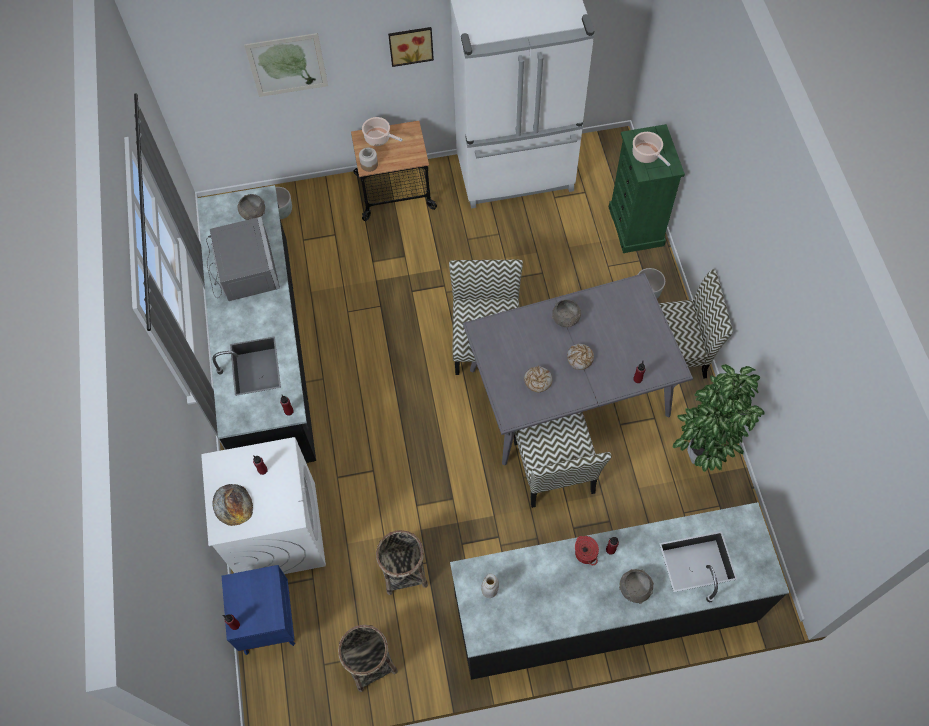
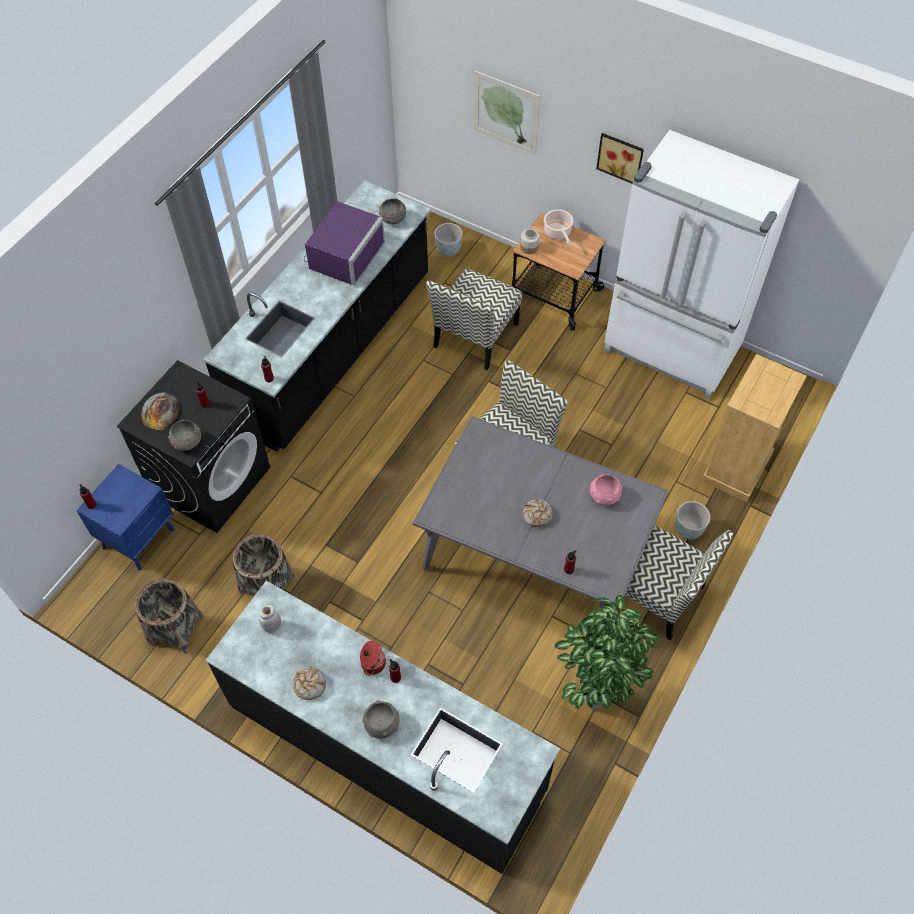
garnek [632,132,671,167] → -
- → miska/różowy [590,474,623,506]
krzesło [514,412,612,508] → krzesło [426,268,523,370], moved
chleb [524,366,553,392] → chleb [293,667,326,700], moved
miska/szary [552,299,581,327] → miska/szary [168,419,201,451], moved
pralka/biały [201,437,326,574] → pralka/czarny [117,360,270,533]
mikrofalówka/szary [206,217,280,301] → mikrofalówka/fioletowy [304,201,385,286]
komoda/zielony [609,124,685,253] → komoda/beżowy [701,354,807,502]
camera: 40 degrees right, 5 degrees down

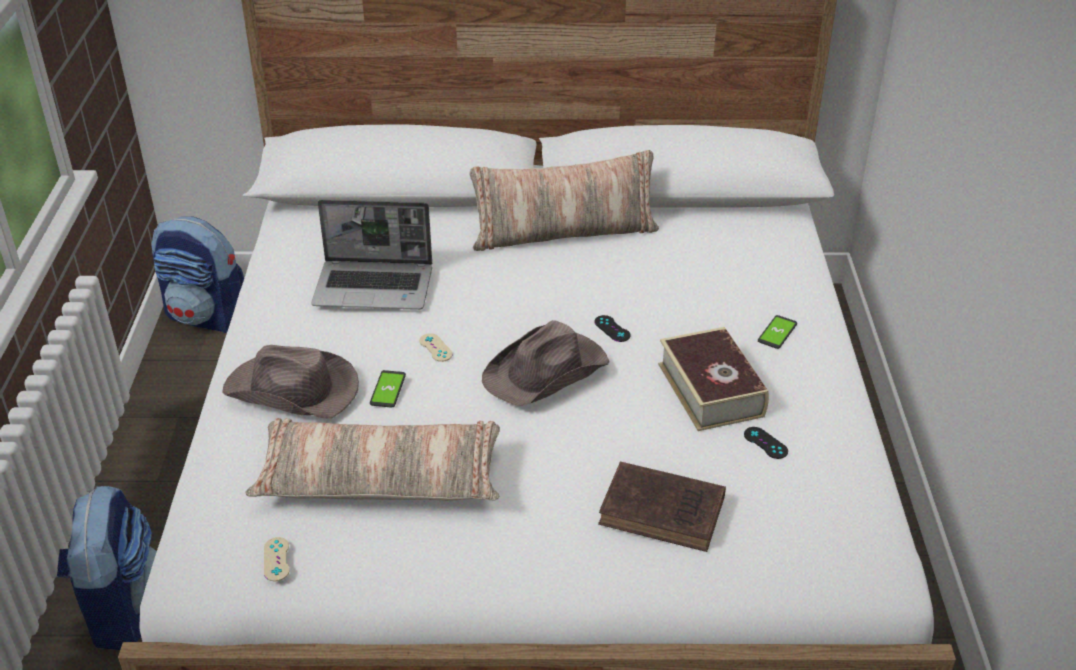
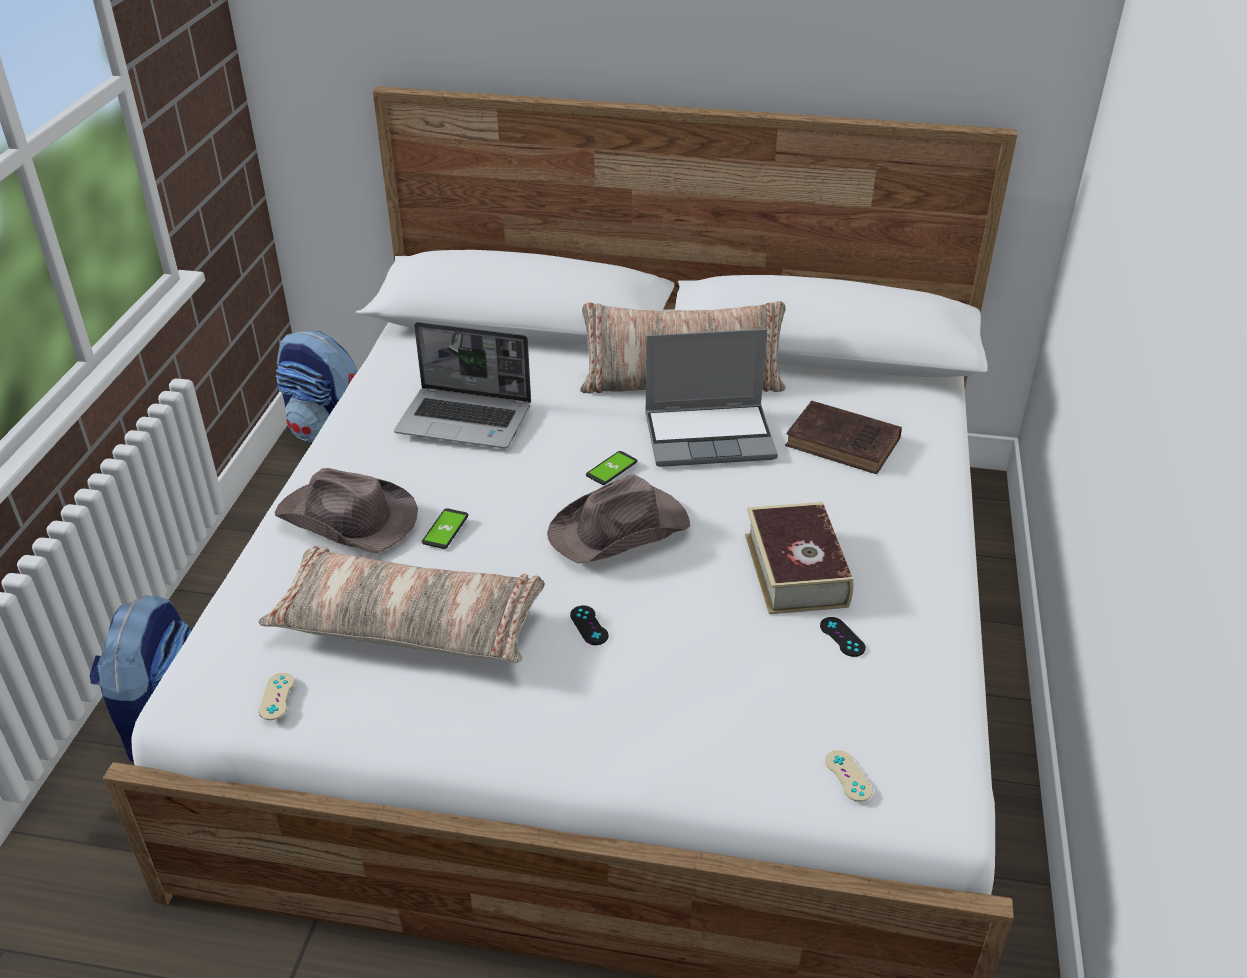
- → laptop [645,329,778,467]
pad do gier/beżowy [419,333,453,362] → pad do gier/beżowy [825,750,873,802], moved
pad do gier/czarny [594,315,631,342] → pad do gier/czarny [570,605,609,645], moved
książka/brązowy [598,462,726,552] → książka/brązowy [785,400,902,474], moved
telefon [758,315,797,349] → telefon [586,451,638,485], moved
camera: 10 degrees right, 0 degrees up

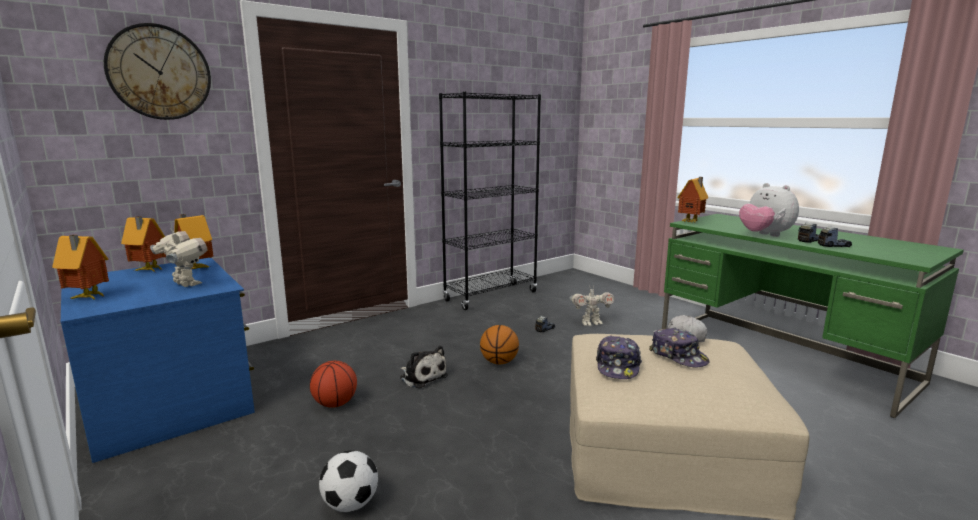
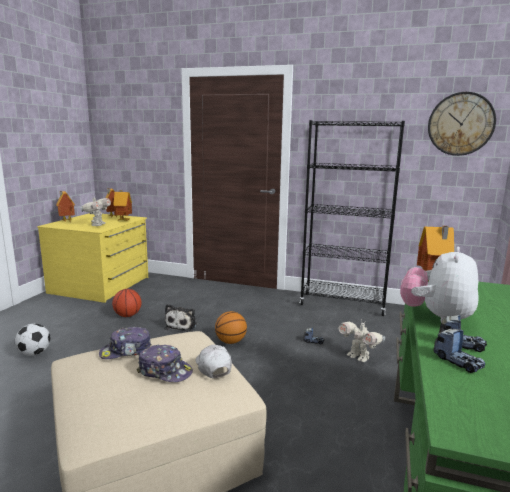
zegar ścienny [104,23,211,120] → zegar ścienny [428,92,496,156], moved
komoda/niebieski [61,258,255,463] → komoda/żółty [37,213,148,303]
czapka z daszkiem [649,328,710,368] → czapka z daszkiem [137,344,193,382], 90 degrees counterclockwise
camera: 55 degrees right, 0 degrees up

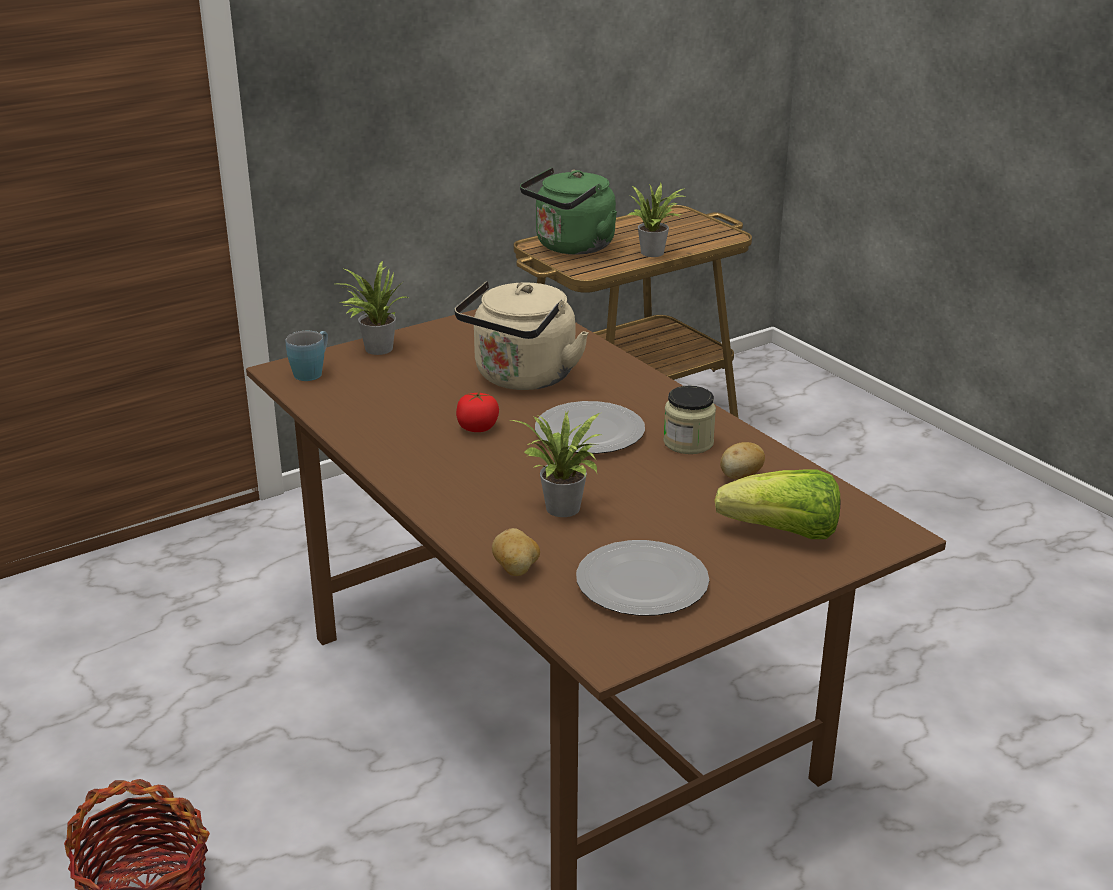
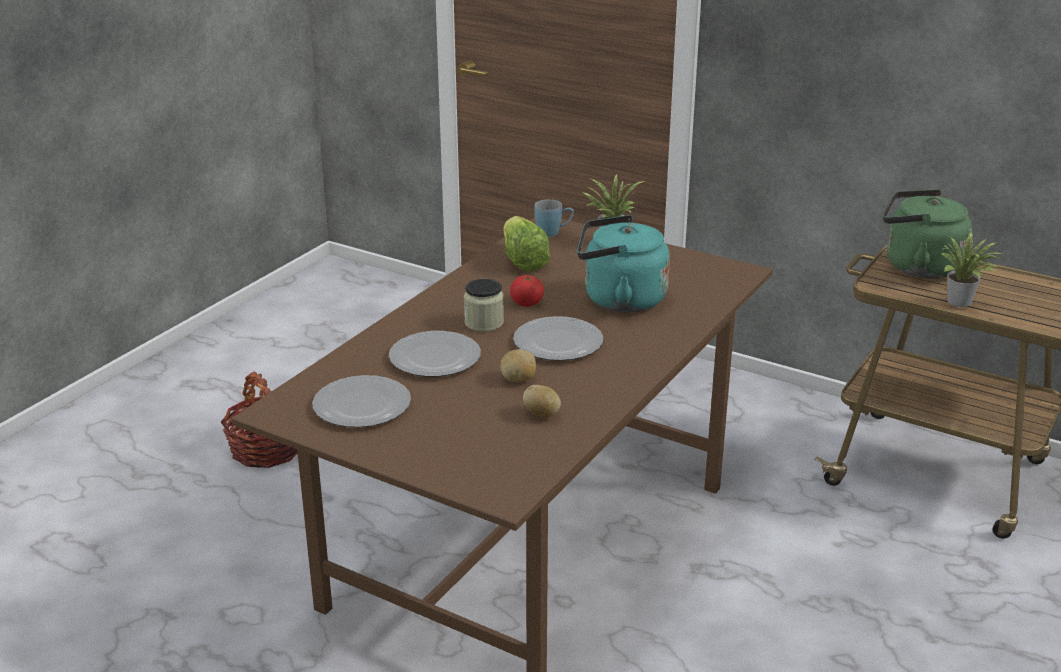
ziemniak [492,528,540,576] → ziemniak [500,349,536,382], moved
słoik [663,386,716,454] → słoik [464,279,504,332], moved
sałata [715,469,840,539] → sałata [504,216,550,271], moved
roślina doniczkowa [511,411,601,517] → talerz [389,331,481,377]
czajnik/beżowy [454,281,589,390] → czajnik/turkusowy [577,215,670,312]
camera: 65 degrees right, 0 degrees up

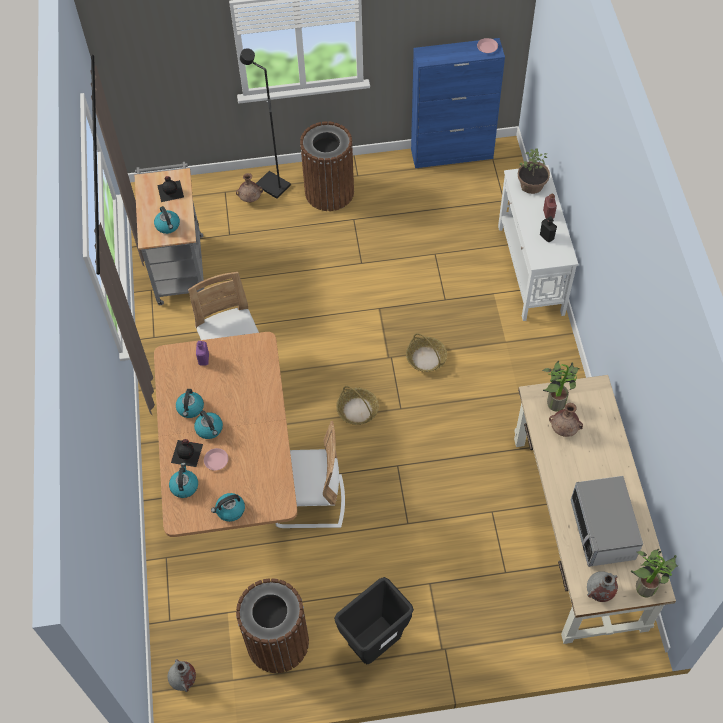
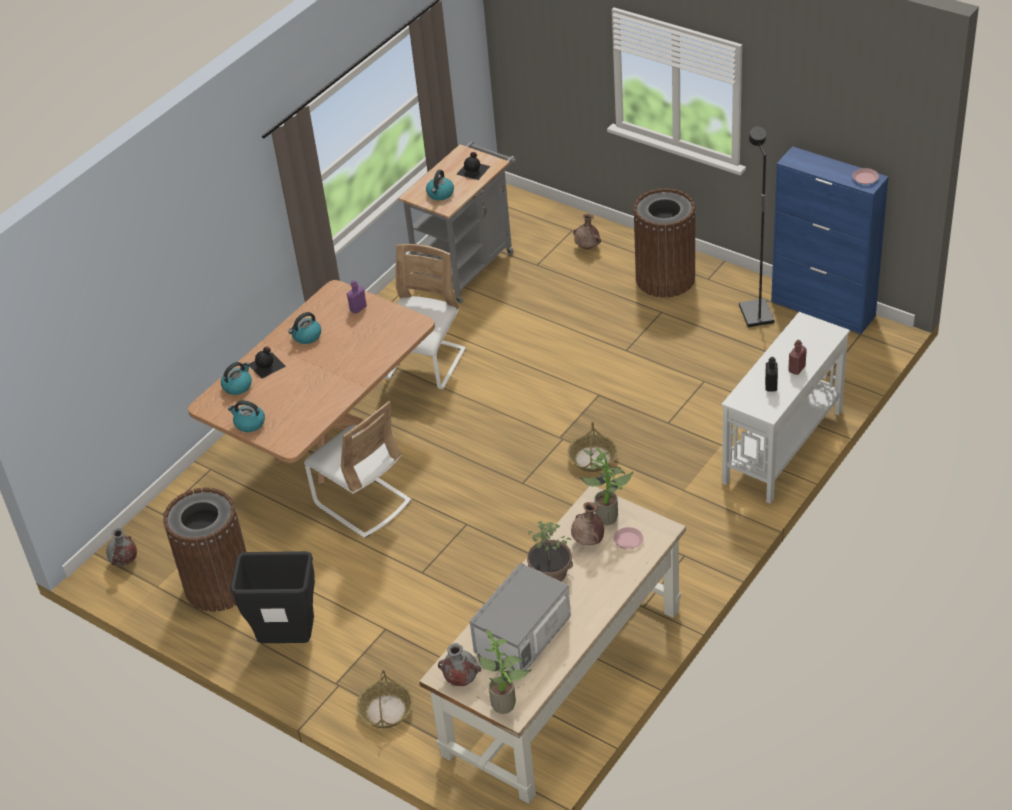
czajnik [194,410,223,439] → -
talerz/różowy [204,448,228,470] → talerz/różowy [613,527,643,549], moved
lampa stojąca/czarny [240,48,291,199] → lampa stojąca/czarny [739,127,774,328], moved
koszyk [336,386,379,425] → koszyk [356,670,413,728], moved
roślina doniczkowa [518,149,550,194] → roślina doniczkowa [527,521,573,582], moved
camera: 45 degrees right, 15 degrees down

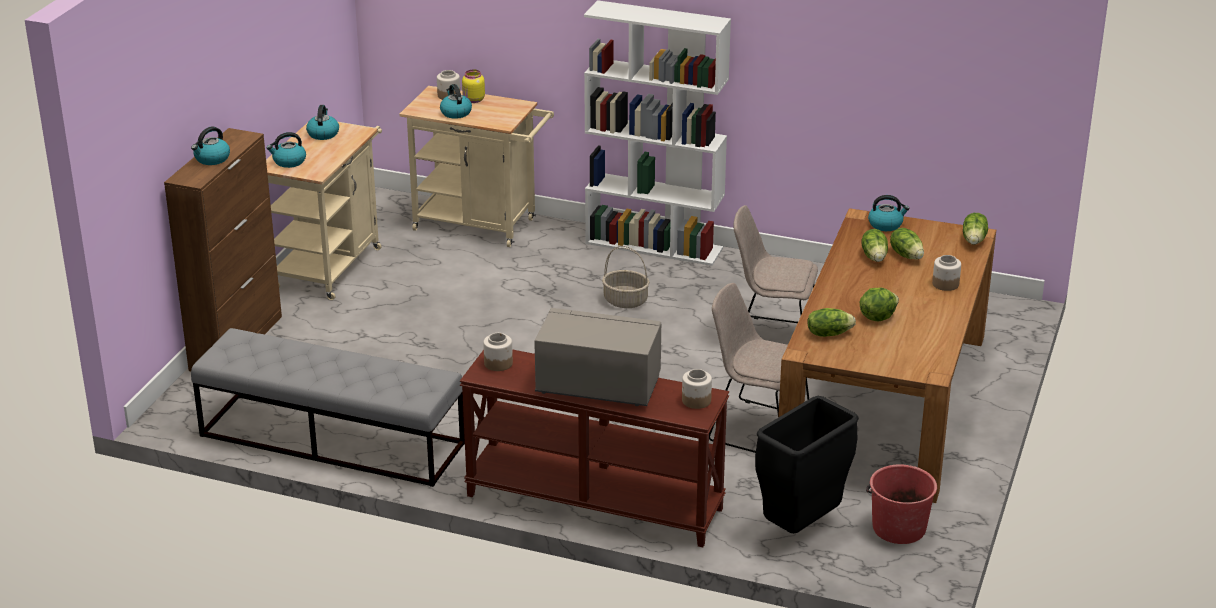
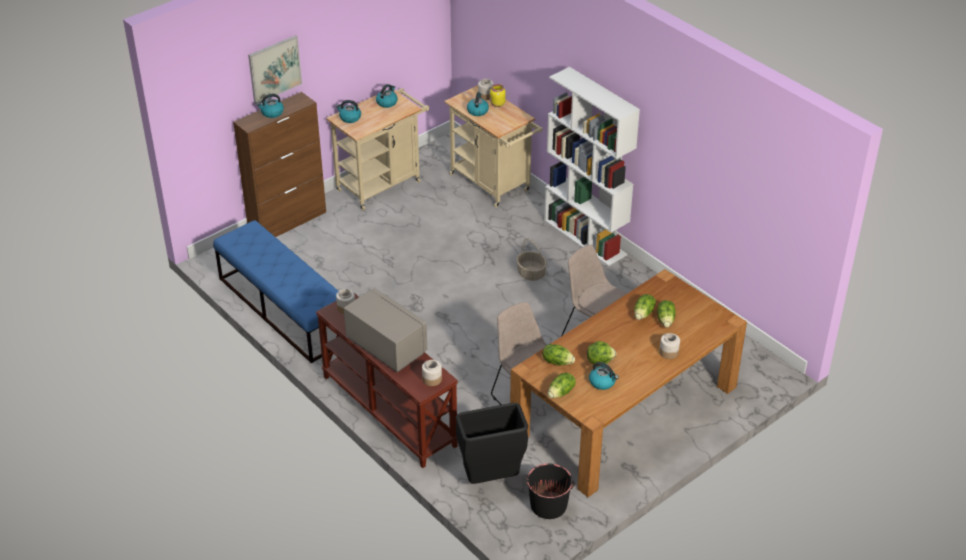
- → obraz [248,35,302,104]
czajnik [868,195,909,231] → czajnik [589,362,619,390], moved
sałata [963,213,988,245] → sałata [548,373,576,398], moved
ławka/szary [191,328,465,487] → ławka/niebieski [213,220,338,363]
wiadro/czerwony [866,464,937,544] → wiadro/czarny [526,463,575,519]
camera: 30 degrees right, 10 degrees up

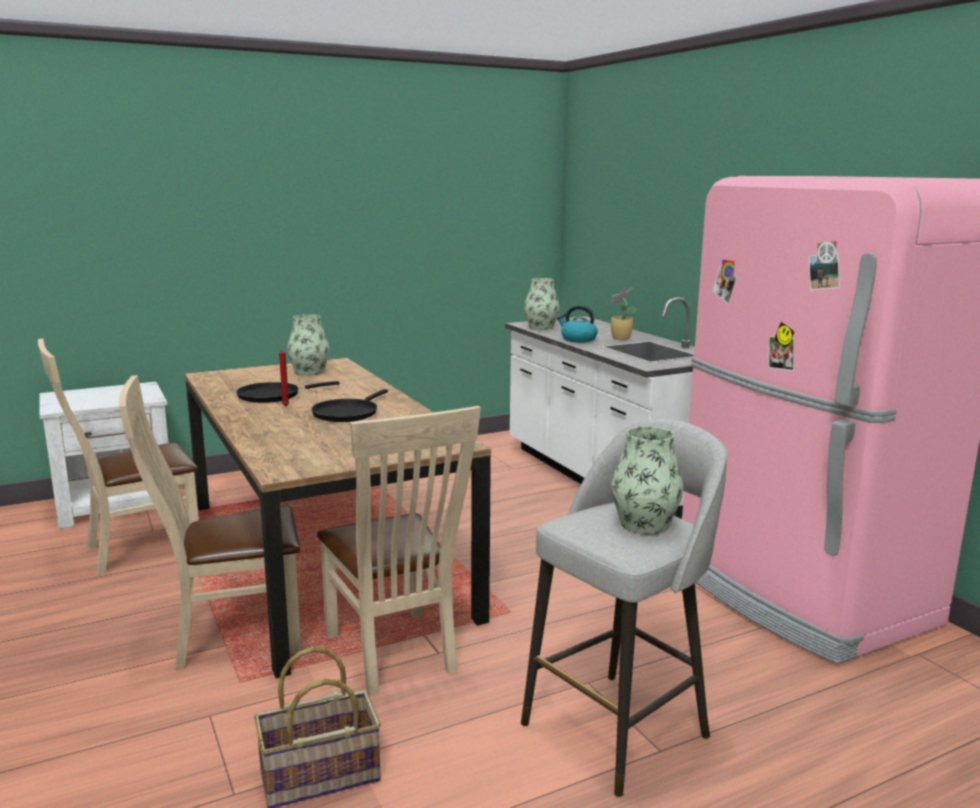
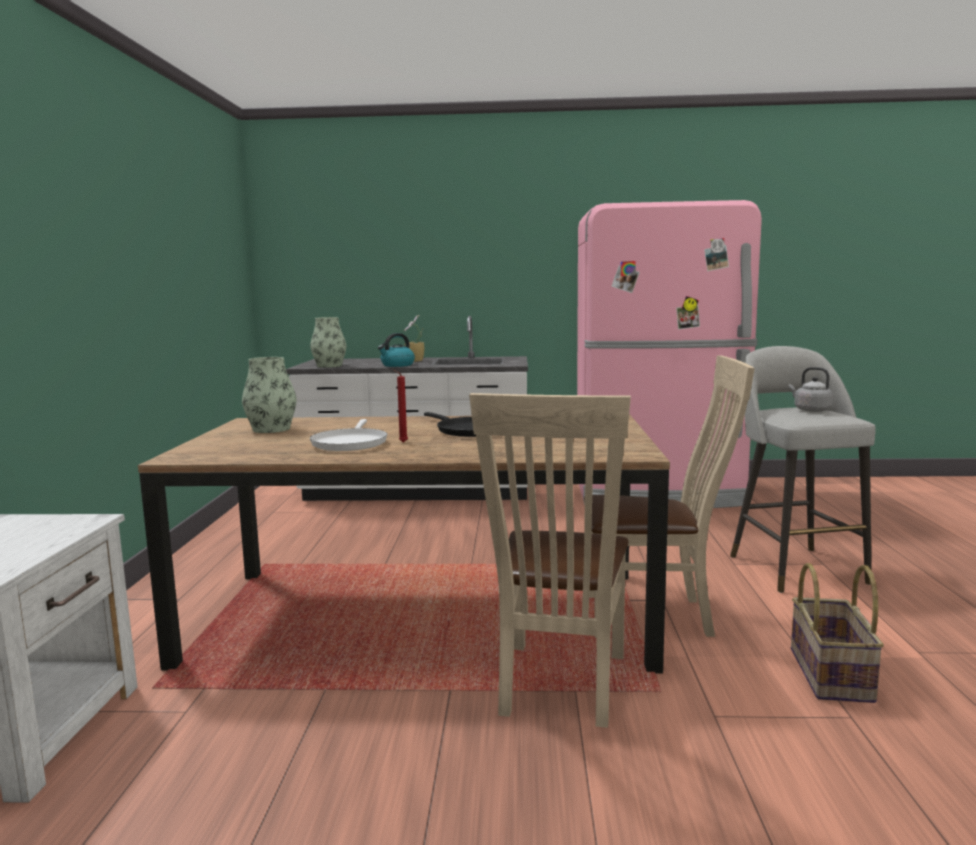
krzesło/beżowy [38,338,199,575] → -
wazon [611,426,683,535] → czajnik/szary [788,367,833,412]
patelnia/czarny [236,381,340,403] → patelnia/biały [310,419,387,451]
camera: 60 degrees left, 5 degrees down

